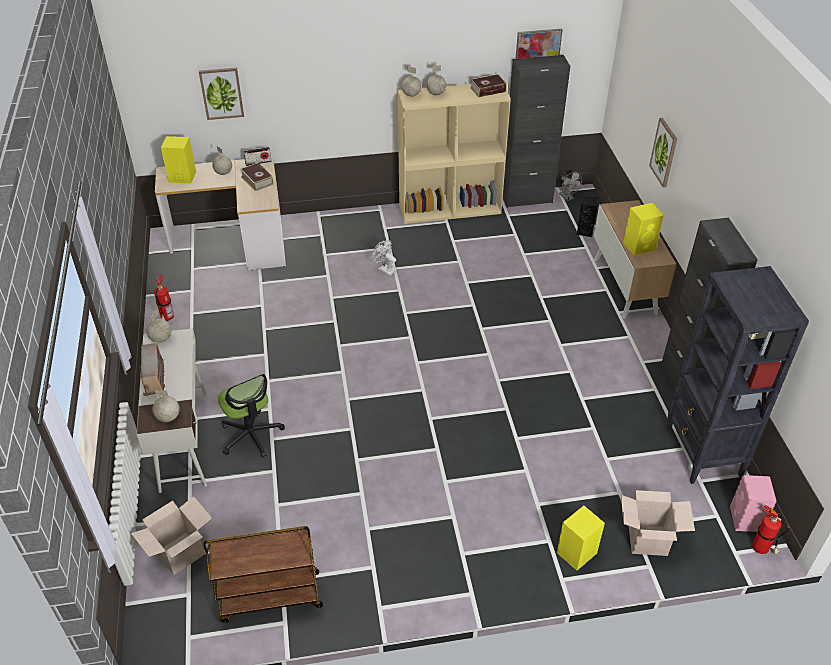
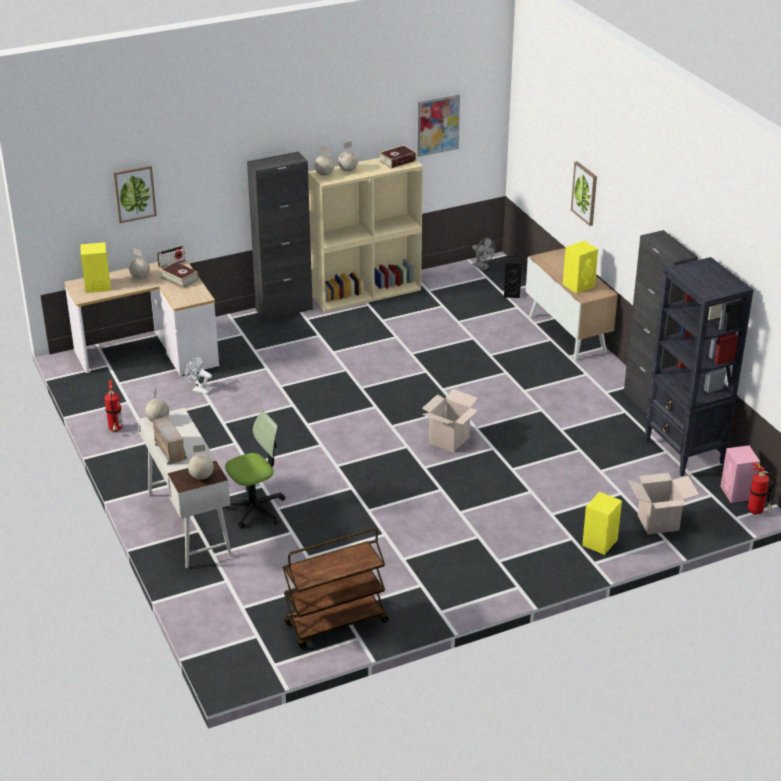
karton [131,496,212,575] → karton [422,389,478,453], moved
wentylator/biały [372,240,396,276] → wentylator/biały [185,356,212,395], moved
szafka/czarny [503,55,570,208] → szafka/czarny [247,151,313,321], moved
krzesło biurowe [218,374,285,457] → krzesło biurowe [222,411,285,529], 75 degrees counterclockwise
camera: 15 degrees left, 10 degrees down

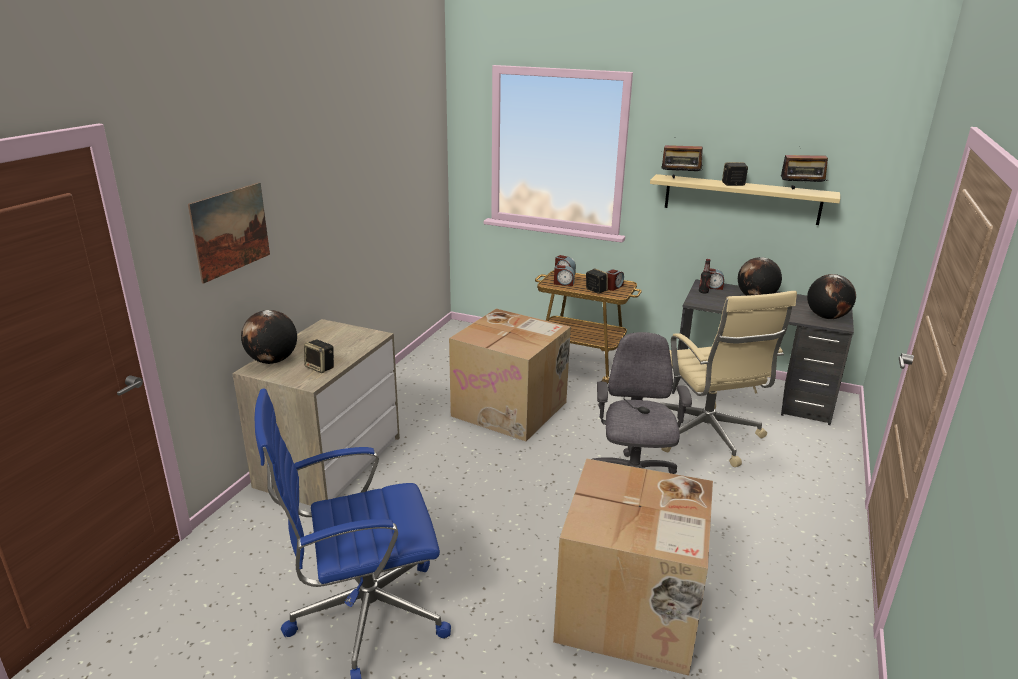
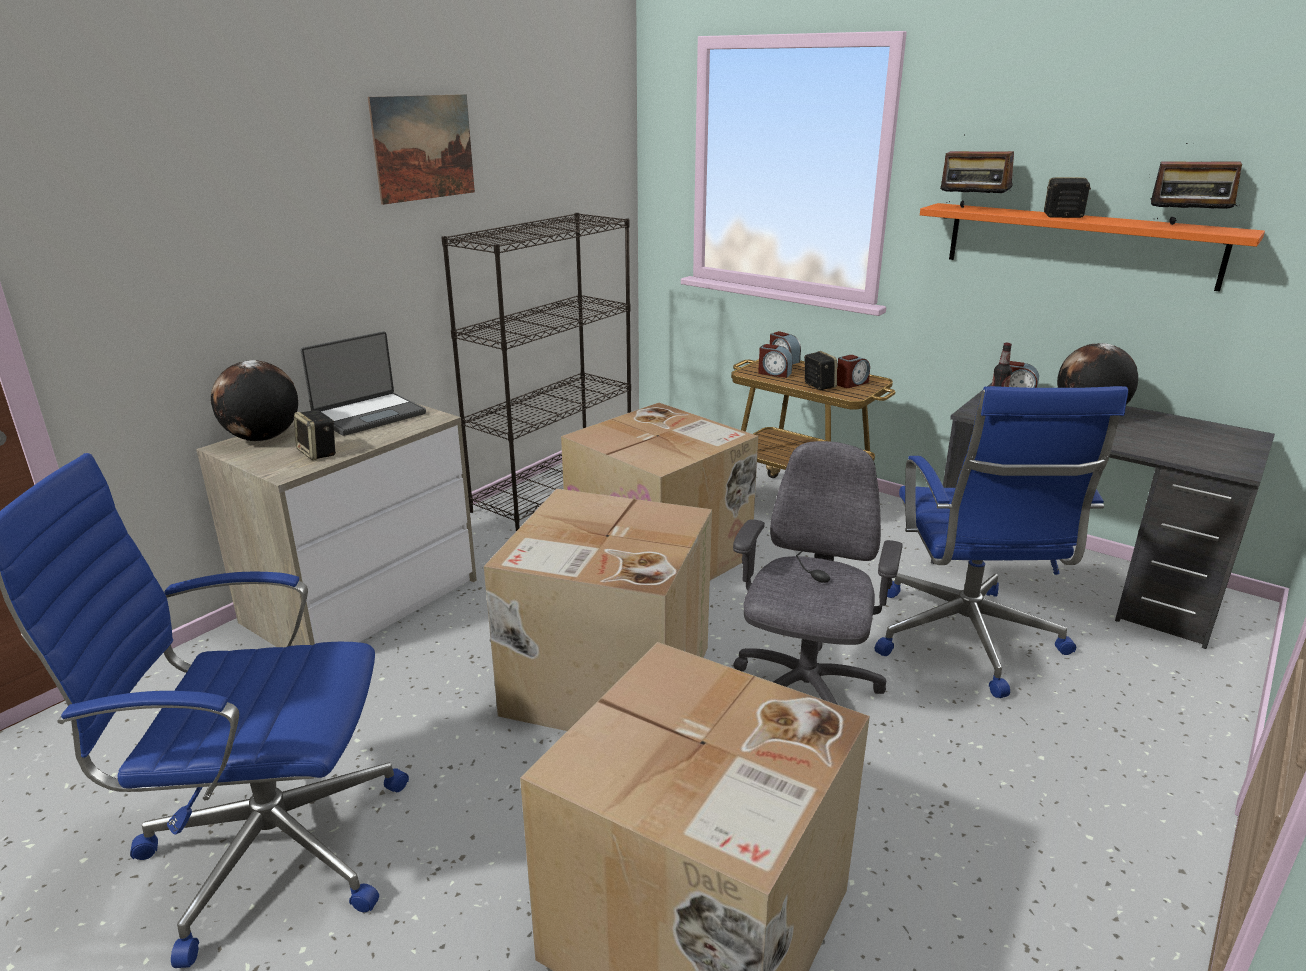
globus [807,274,856,319] → -
- → laptop [300,331,426,436]
- → regał/czarny [441,213,631,531]
- → karton [484,489,712,731]
obraz [188,183,270,284] → obraz [367,94,475,205], moved
półka/beżowy [650,174,840,225] → półka/pomarańczowy [920,203,1265,291]
krzesło biurowe/beżowy [660,291,797,467] → krzesło biurowe/niebieski [875,386,1128,698]
camera: 15 degrees right, 0 degrees up

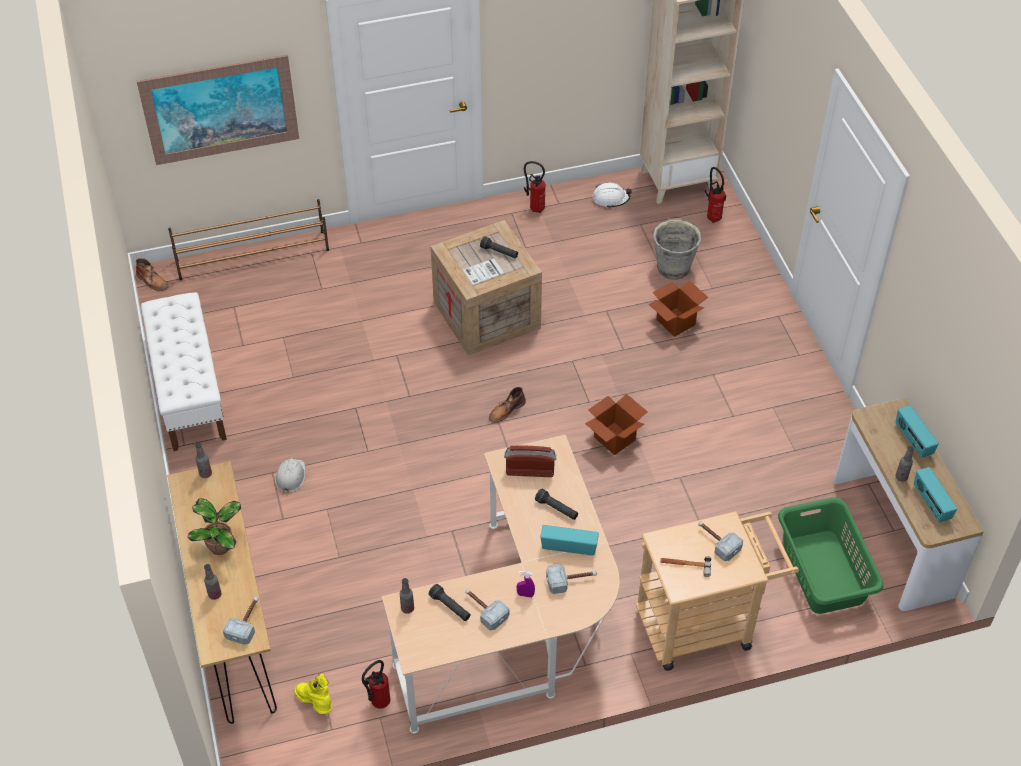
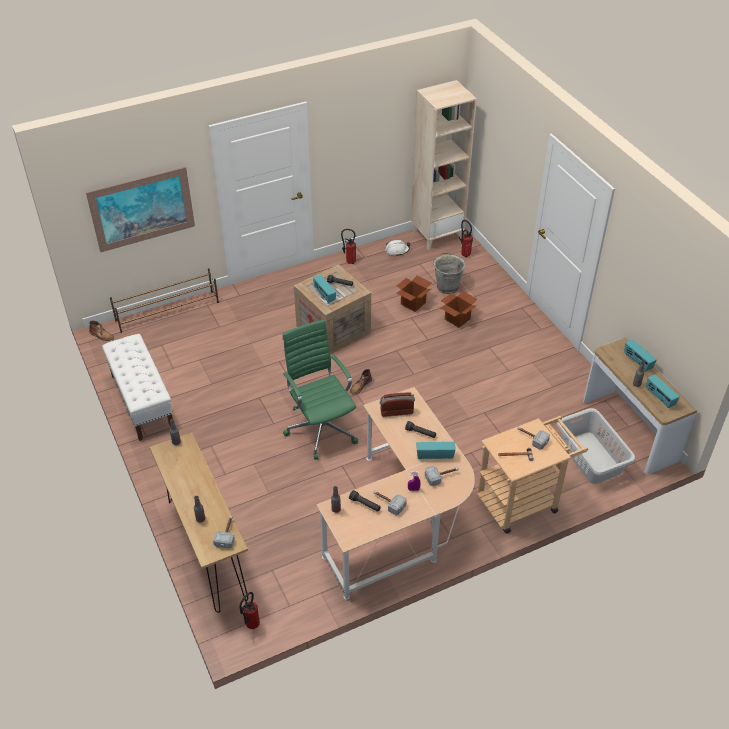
roślina doniczkowa [188,498,241,555] → -
kask/biały [275,458,305,493] → -
but z cholewką/żółty [294,674,332,714] → -
- → krzesło biurowe/zielony [283,320,358,460]
- → radio [313,275,336,303]
gaśnica [362,660,391,709] → gaśnica [239,592,260,629], moved
karton [585,394,648,455] → karton [396,275,432,312], moved
kosz na pranie/zielony [778,497,883,614] → kosz na pranie/szary [557,408,636,484]
camera: 10 degrees left, 5 degrees down

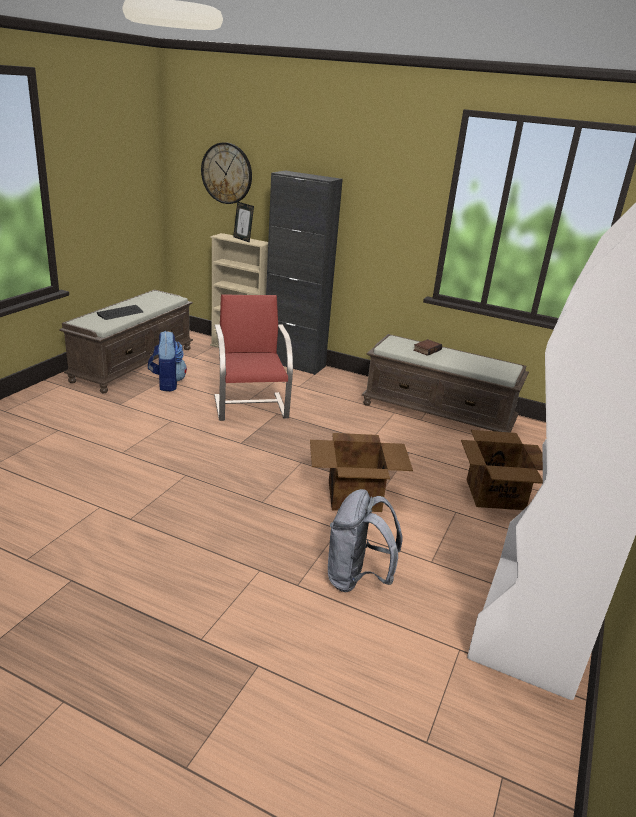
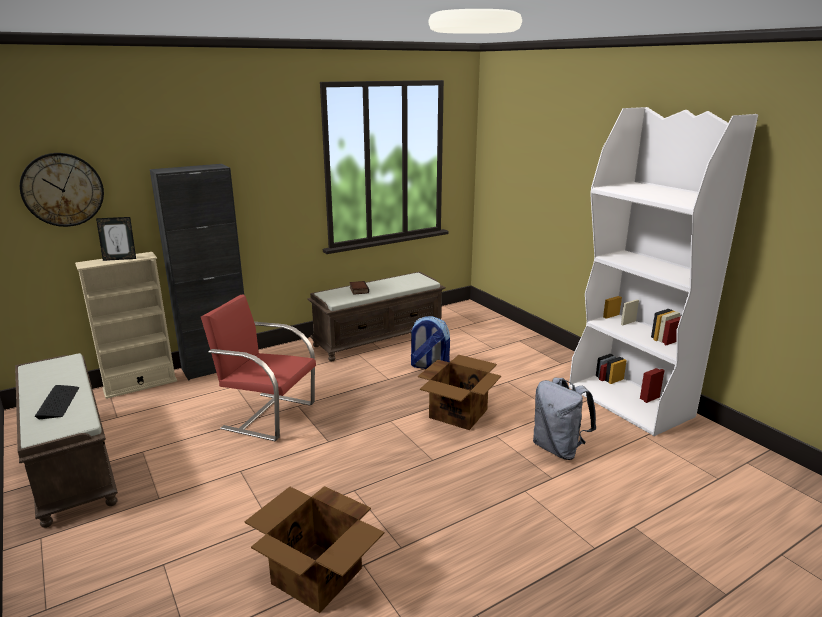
plecak [148,331,187,391] → plecak [410,316,450,369], moved
karton [461,430,543,510] → karton [244,486,384,613], moved
camera: 55 degrees left, 5 degrees down

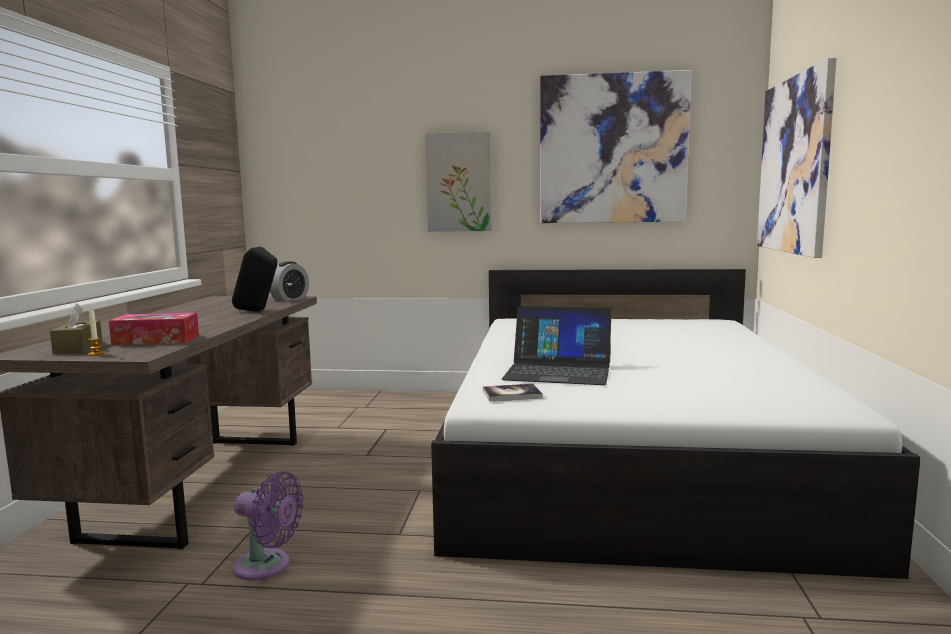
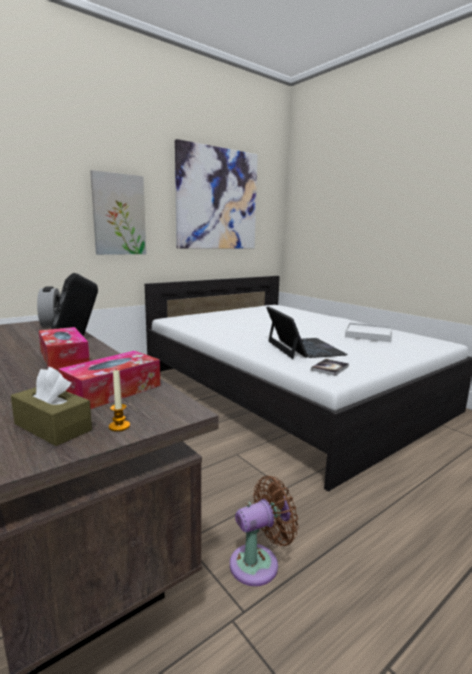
obraz [757,58,837,258] → -
- → pudełko chusteczek [39,327,90,370]
- → taca/biały [345,323,392,342]
wentylator/fioletowy [233,471,304,581] → wentylator/brązowy [230,476,298,586]
laptop [502,306,612,385] → laptop [266,306,348,359], 75 degrees counterclockwise
camera: 45 degrees left, 5 degrees up

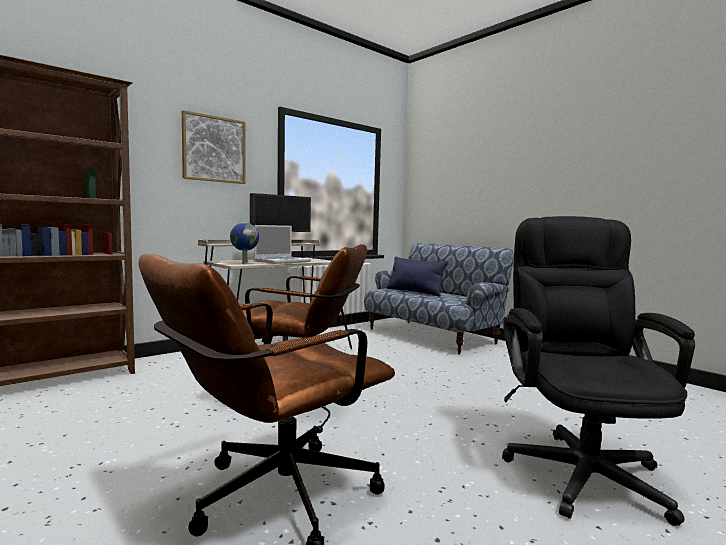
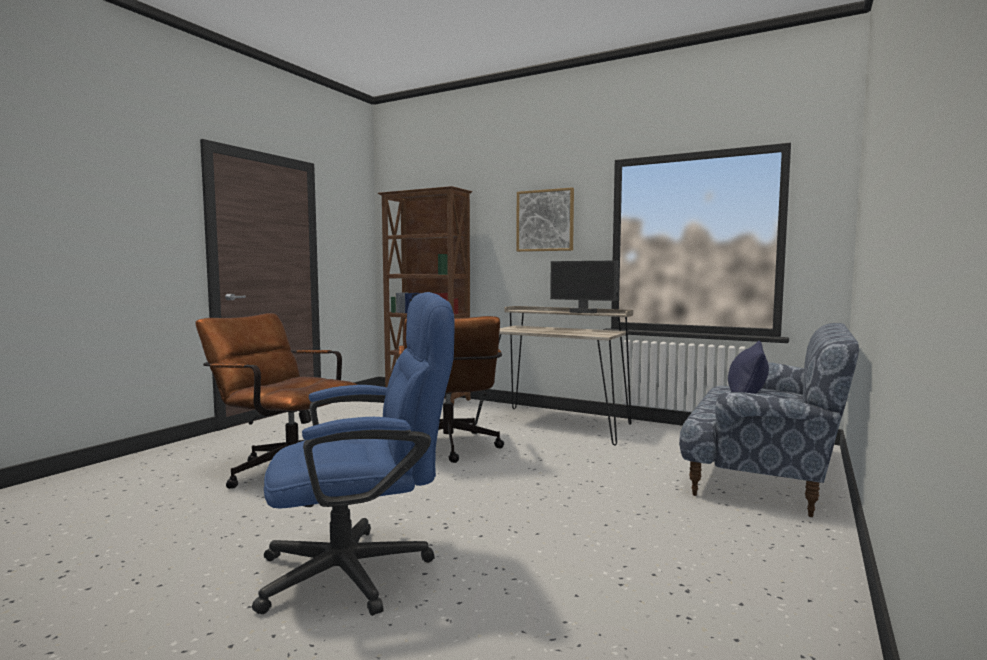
globus [230,222,259,264] → -
laptop [254,225,311,264] → -
krzesło biurowe/czarny [502,216,695,526] → krzesło biurowe/niebieski [252,292,455,616]
camera: 70 degrees right, 0 degrees up

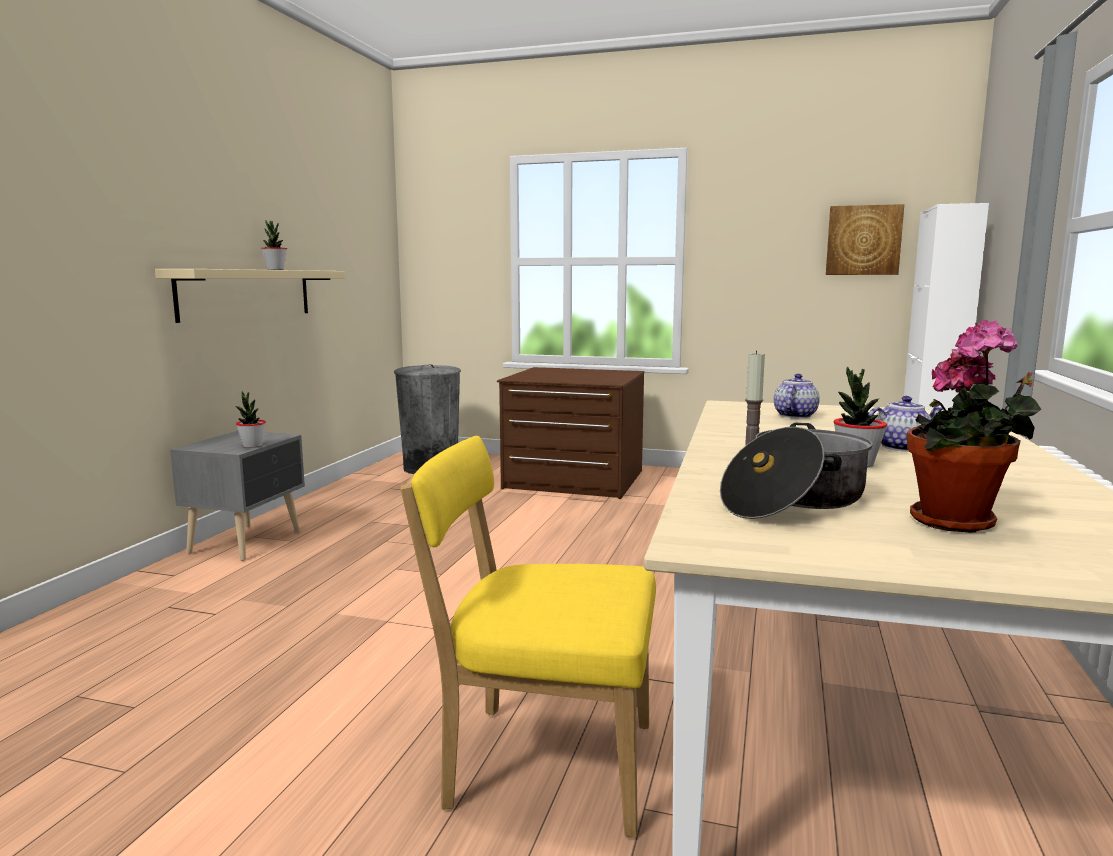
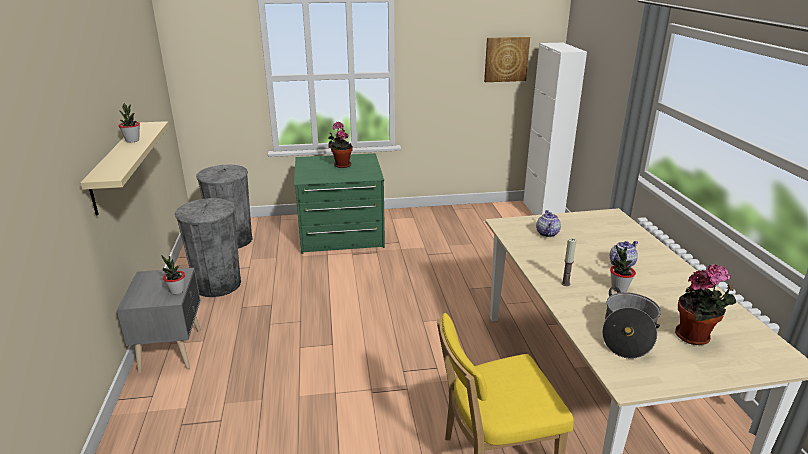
- → kosz na śmieci/szary [175,198,241,297]
- → roślina doniczkowa [328,122,353,168]
komoda/brązowy [497,367,644,499] → komoda/zielony [294,153,385,254]
camera: 25 degrees left, 15 degrees up

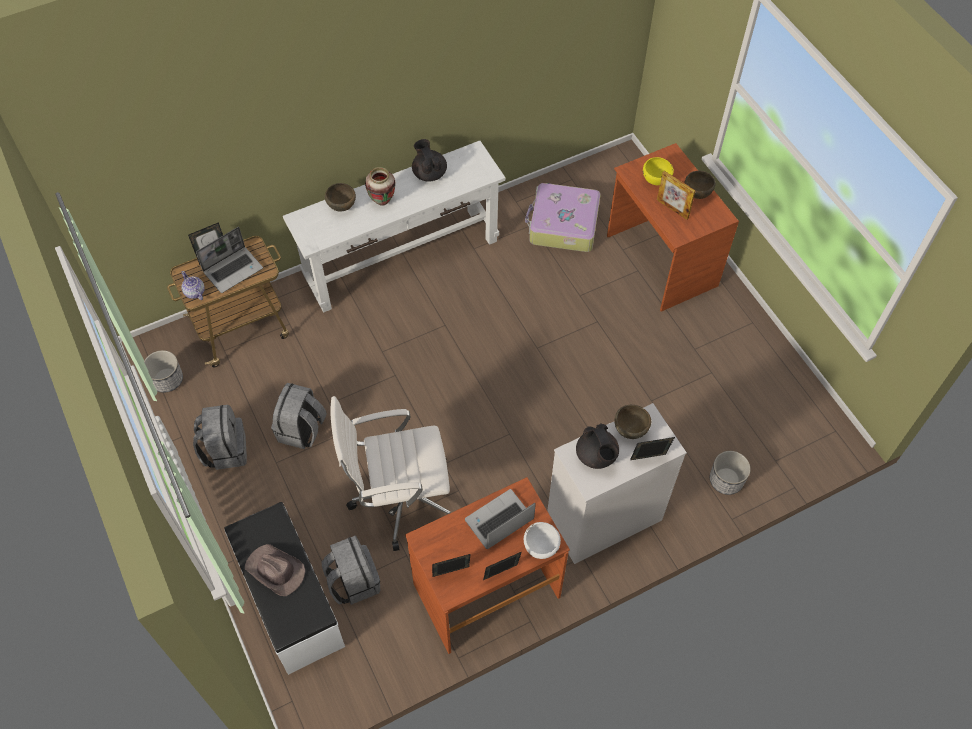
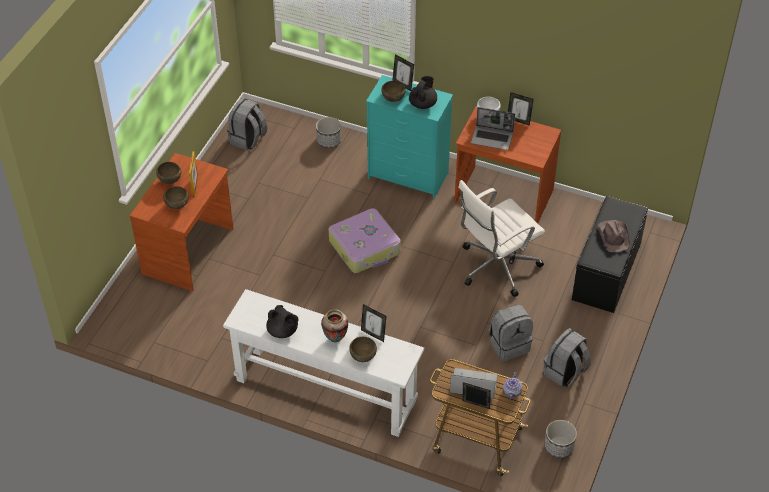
plecak/szary [322,535,380,605] → plecak/szary [227,98,267,150], moved
ramka na zdjęcie [432,554,471,577] → ramka na zdjęcie [361,304,387,342], moved
walizka [525,183,601,252] → walizka [329,208,401,273], moved
ławka/biały [224,502,345,675] → ławka/czarny [572,196,648,313]
komoda/biały [547,403,687,564] → komoda/turkusowy [366,75,453,199]
miska/żółty [643,157,674,185] → miska/brązowy [163,186,189,209]
krzesło biurowe/biały [331,396,451,551] → krzesło biurowe/biały [458,180,545,297], 105 degrees clockwise
imbryk/czarny [412,139,447,182] → imbryk/czarny [266,305,299,338], 75 degrees counterclockwise
camera: 130 degrees left, 10 degrees down

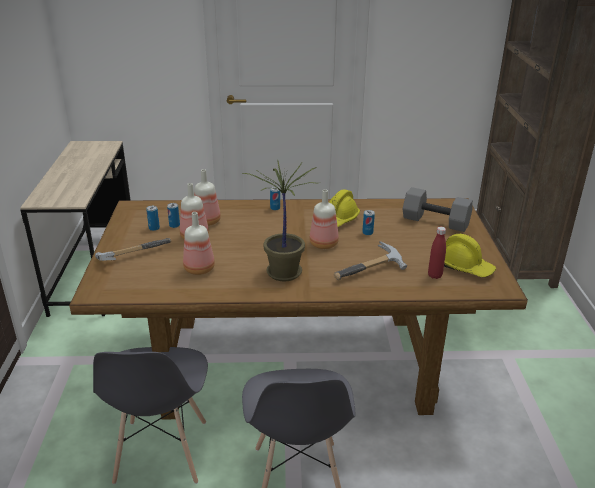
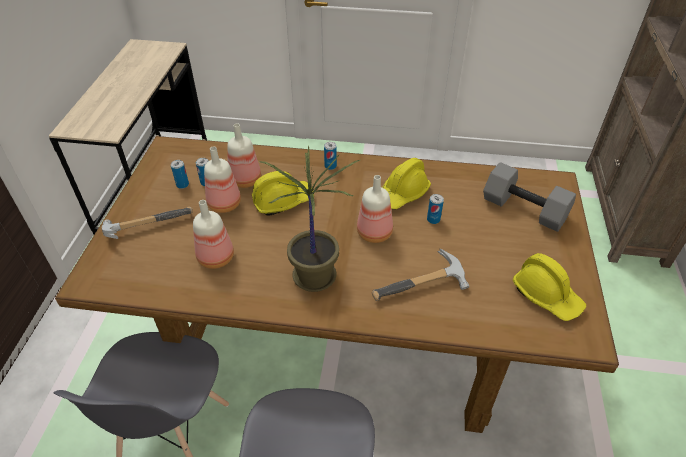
butelka/czerwony [428,227,446,279] → -
- → kask/żółty [252,171,314,216]
camera: 10 degrees right, 15 degrees up

